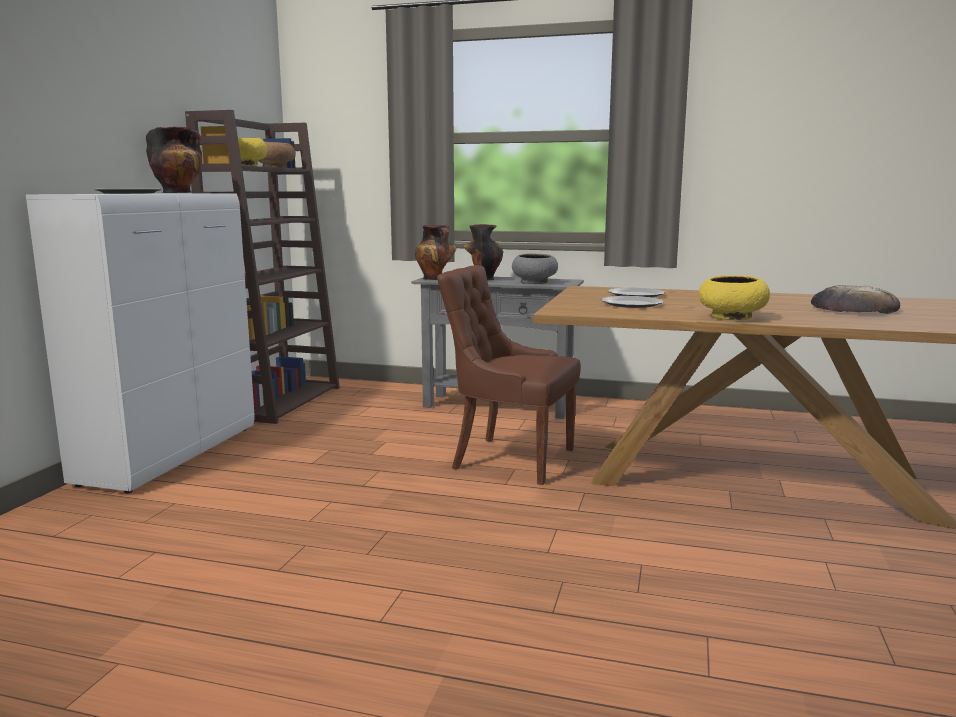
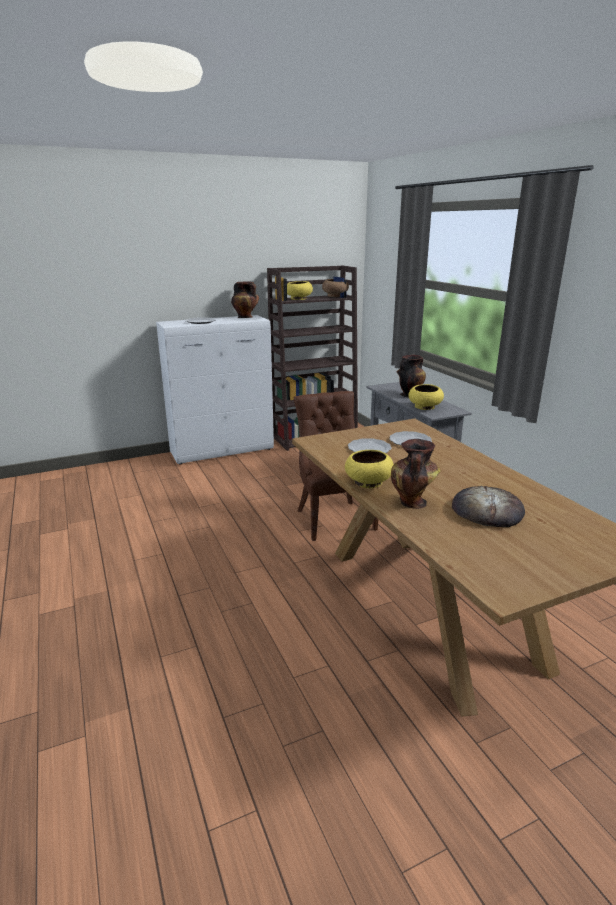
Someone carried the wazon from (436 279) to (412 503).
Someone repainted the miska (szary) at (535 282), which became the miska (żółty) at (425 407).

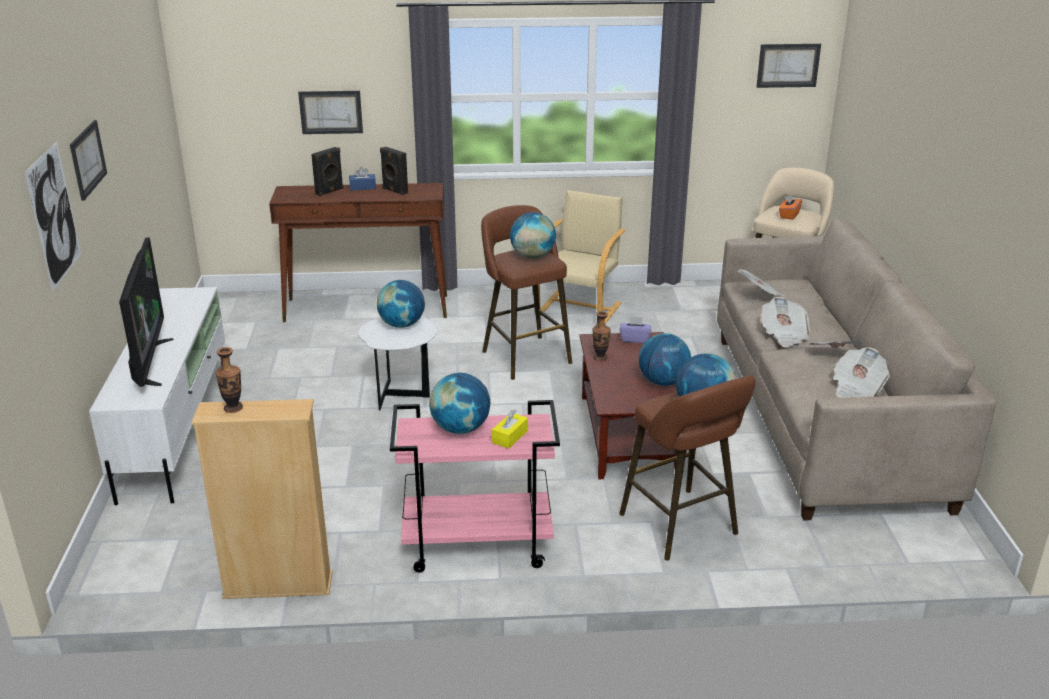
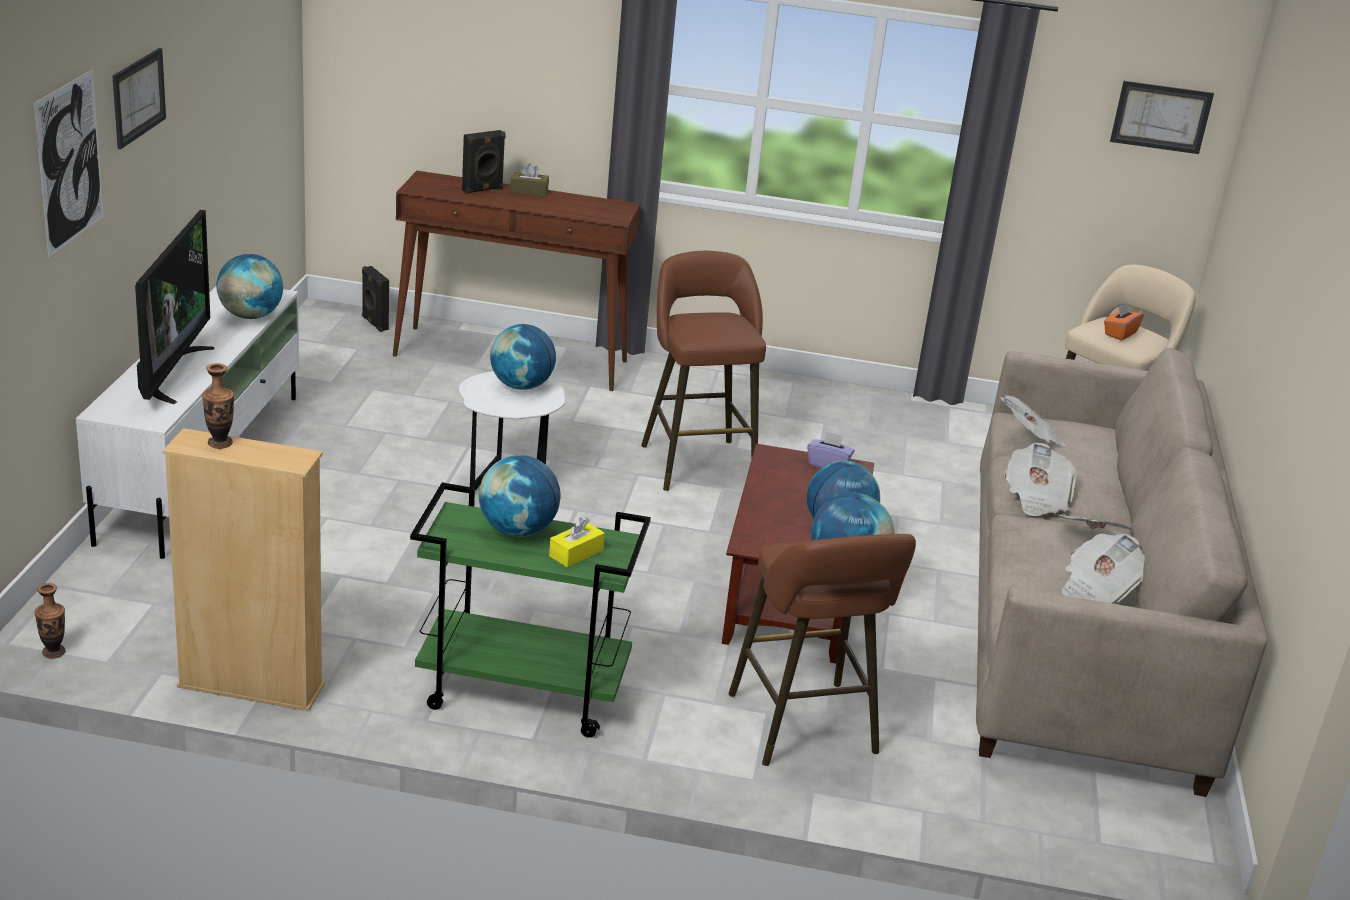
Someone took away the obraz at (331 112).
Someone carried the głośnik (czarny) from (394 191) to (374 323).
Someone repainted the pudełko chusteczek (niebieski) at (362 187), which became the pudełko chusteczek (brązowy) at (529 191).
Someone took away the fotel (beżowy) at (579 308).
Someone carried the globus from (532 256) to (250 316).
Someone carried the wazon from (600 358) to (54 652).
Someone repainted the wózek (różowy) at (476 546), which became the wózek (zielony) at (520 693).

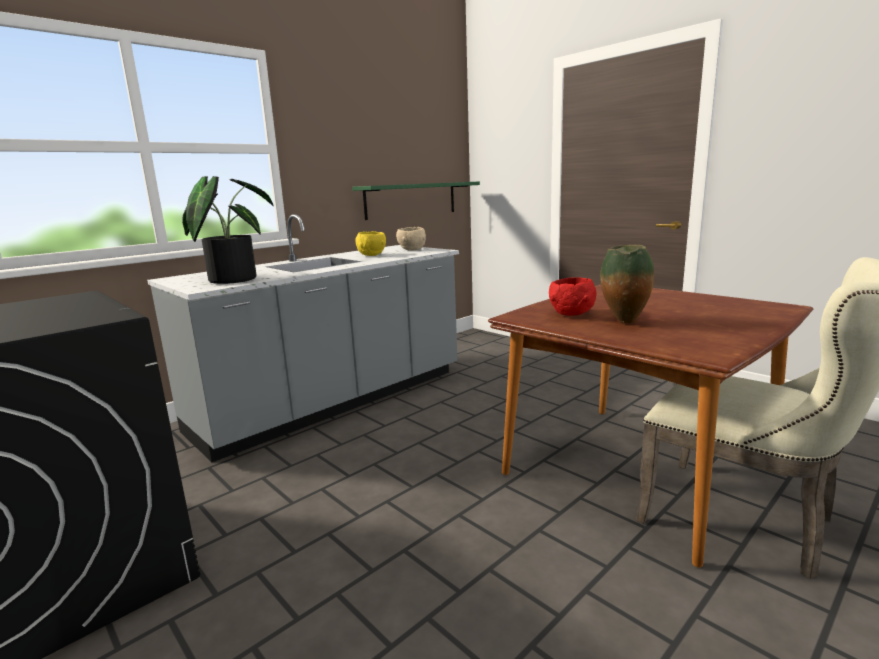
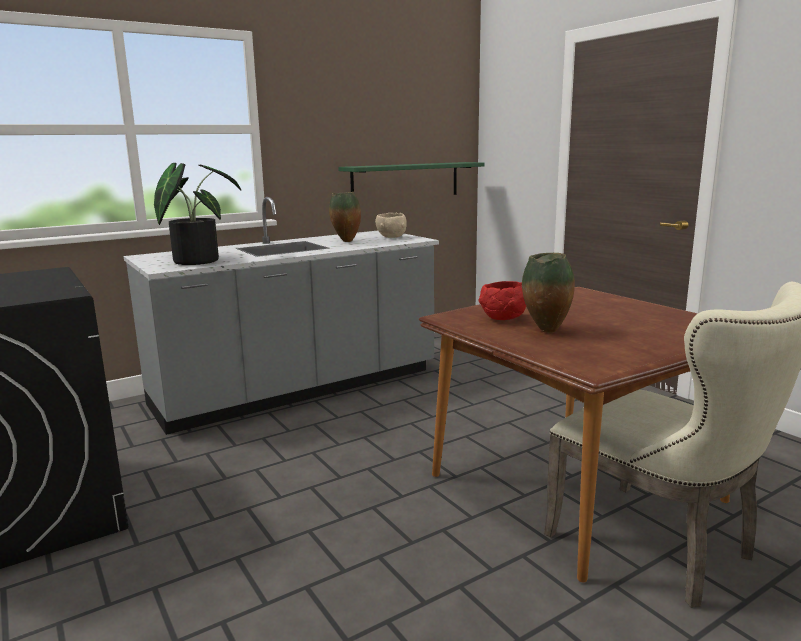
Someone swapped the miska (żółty) at (371 255) for the wazon at (345 241).

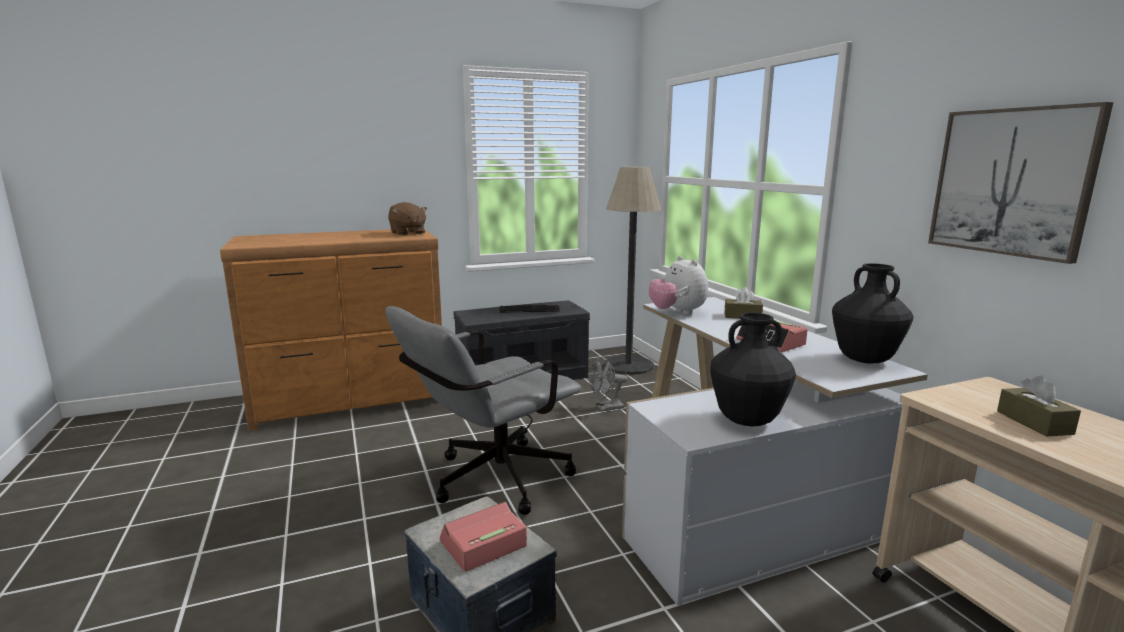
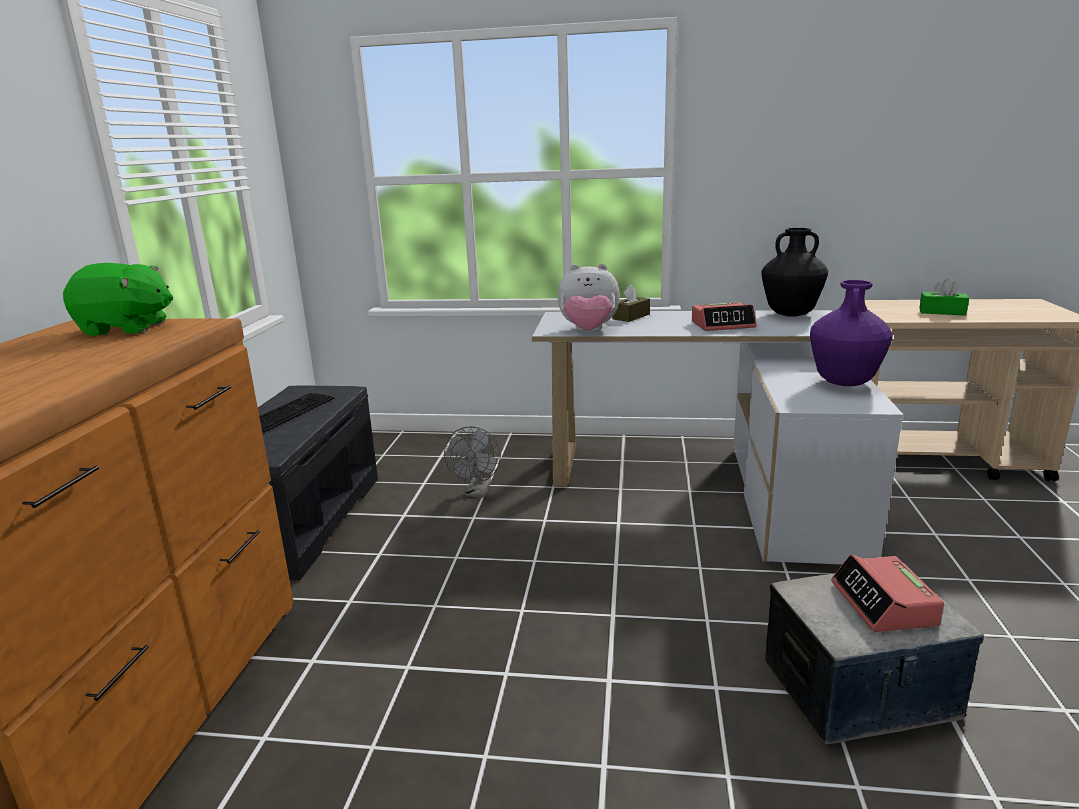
Someone took away the obraz at (1011 182).
Someone took away the lampa stojąca at (628 365).
Someone repainted the pluszak (brązowy) at (407 233), which became the pluszak (zielony) at (126 329).
Someone took away the krzesło biurowe (szary) at (490 481).
Someone repainted the wazon (czarny) at (746 421), which became the wazon (fioletowy) at (844 383).
Someone repainted the pudełko chusteczek (brązowy) at (1034 422), which became the pudełko chusteczek (zielony) at (942 312).

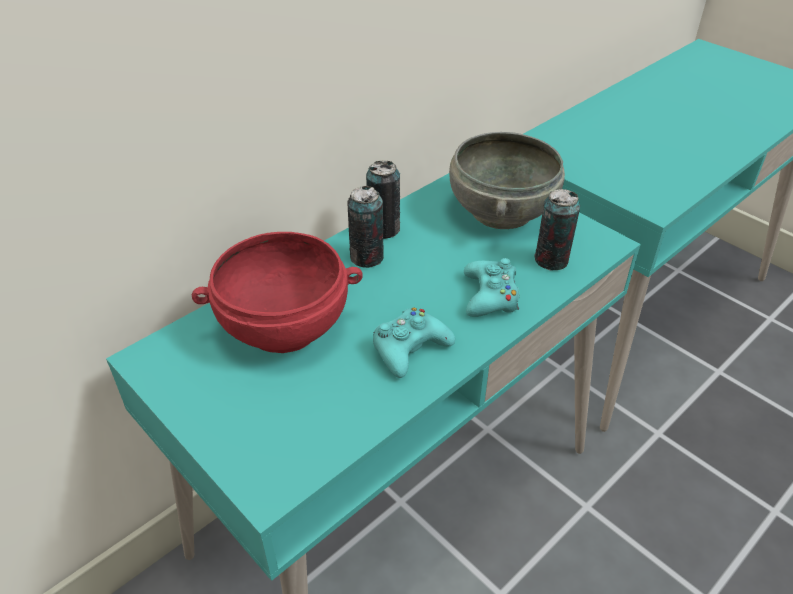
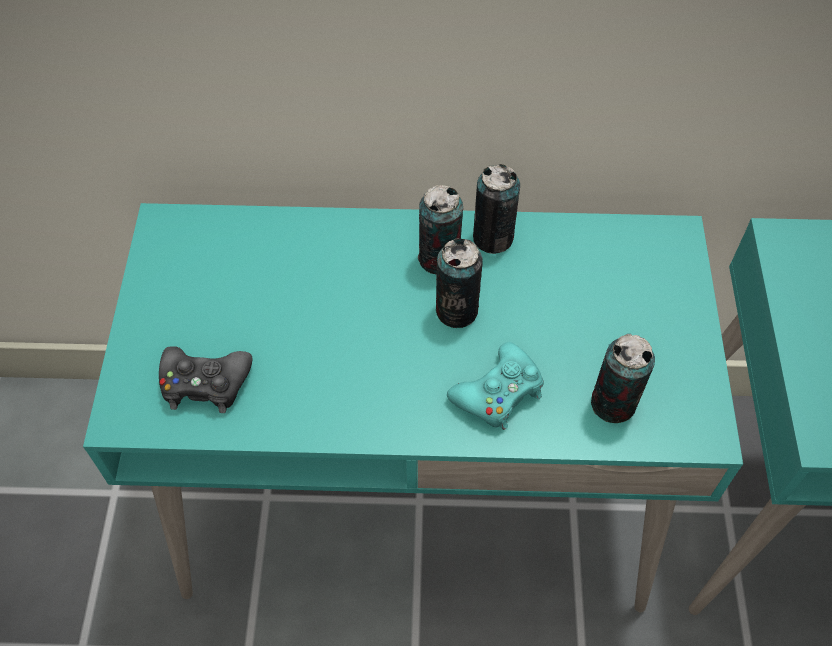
Someone took away the miska (szary) at (500 211).
Someone took away the miska (czerwony) at (284 328).
Someone took away the pad do gier (turkusowy) at (409 348).
Someone put down the puszka at (456 310).
Someone put down the pad do gier (czarny) at (205 383).

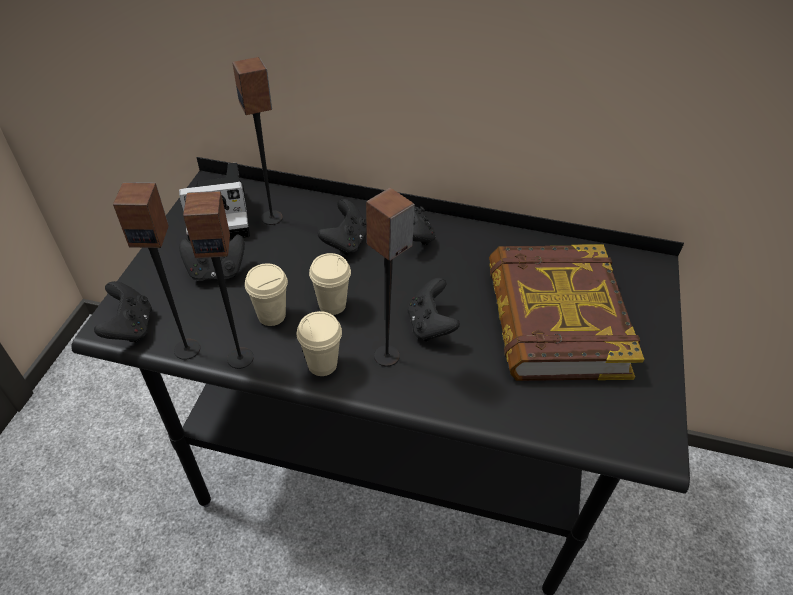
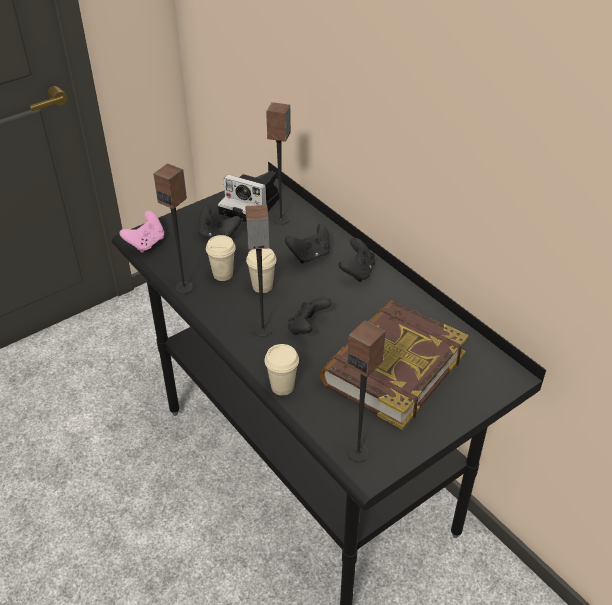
Someone carried the głośnik from (187 349) to (358 453).
Someone repainted the pad do gier (czarny) at (130 327), which became the pad do gier (różowy) at (146 243).
Someone carried the filiżanka (beżowy) from (322 364) to (282 387).

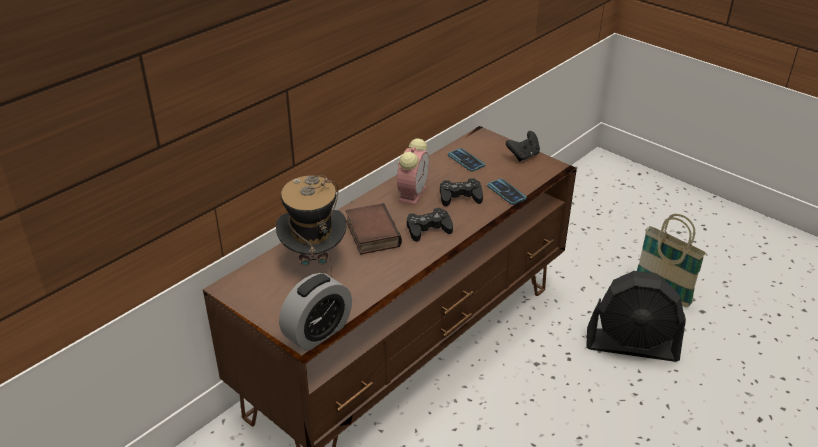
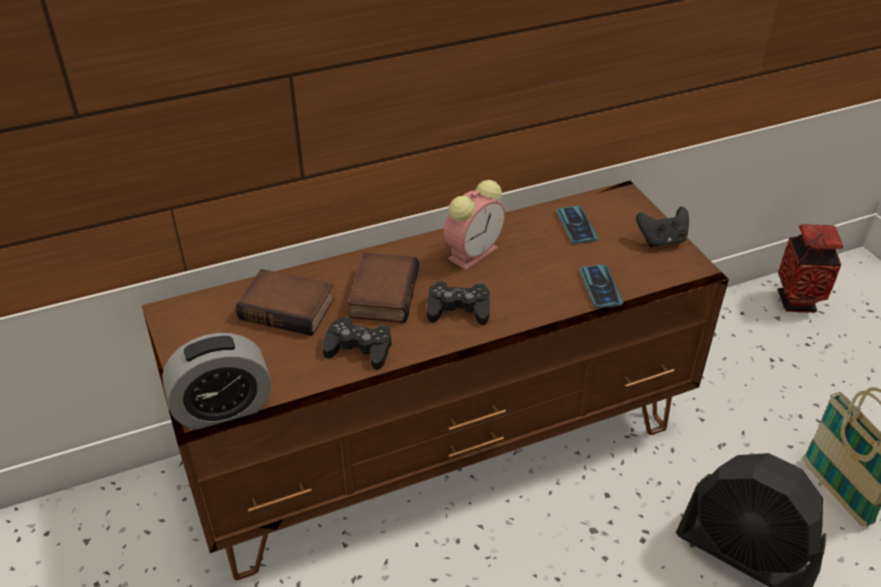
Someone swapped the kapelusz at (314 260) for the książka at (289 308).
Someone carried the pad do gier (czarny) from (460 197) to (359 349).
Someone put down the wazon at (797 302).

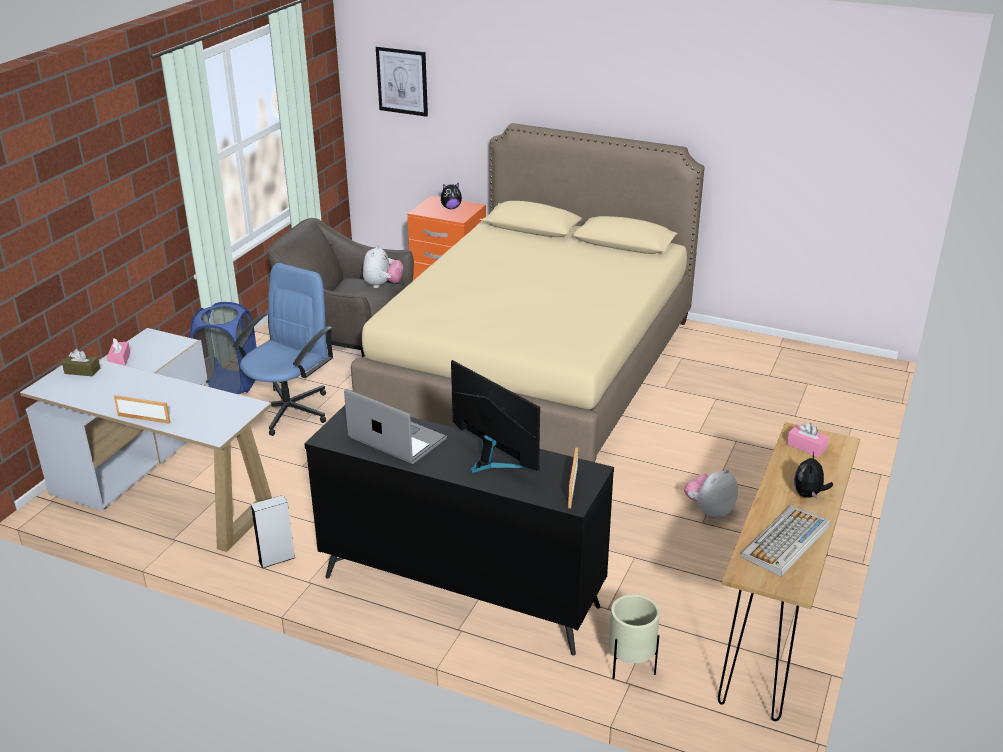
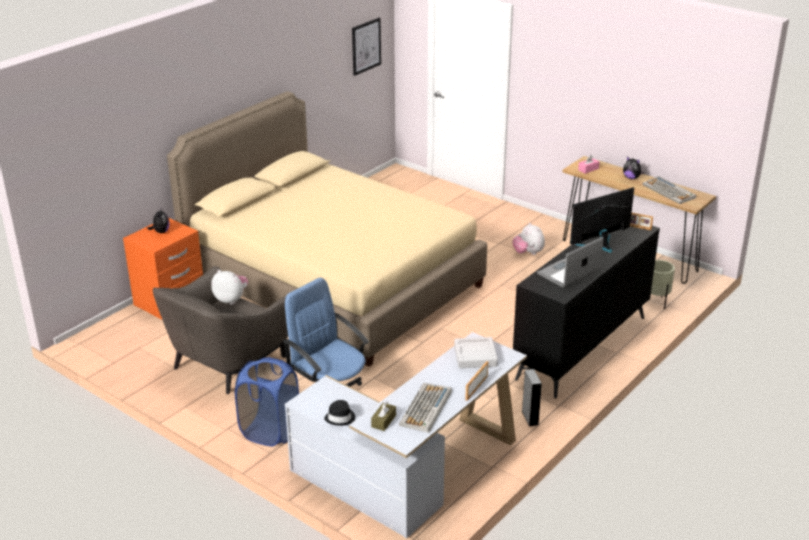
Someone carried the obraz from (402 81) to (366 46).
Someone swapped the pudełko chusteczek (różowy) at (120 360) for the kapelusz (czarny) at (340 418).
Someone put down the taca (szary) at (475 356).
Someone put down the klawiatura at (426 408).

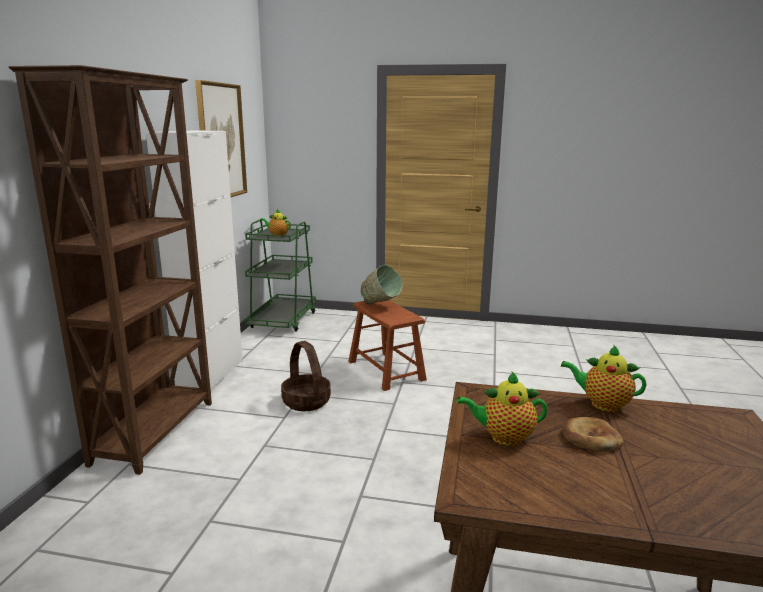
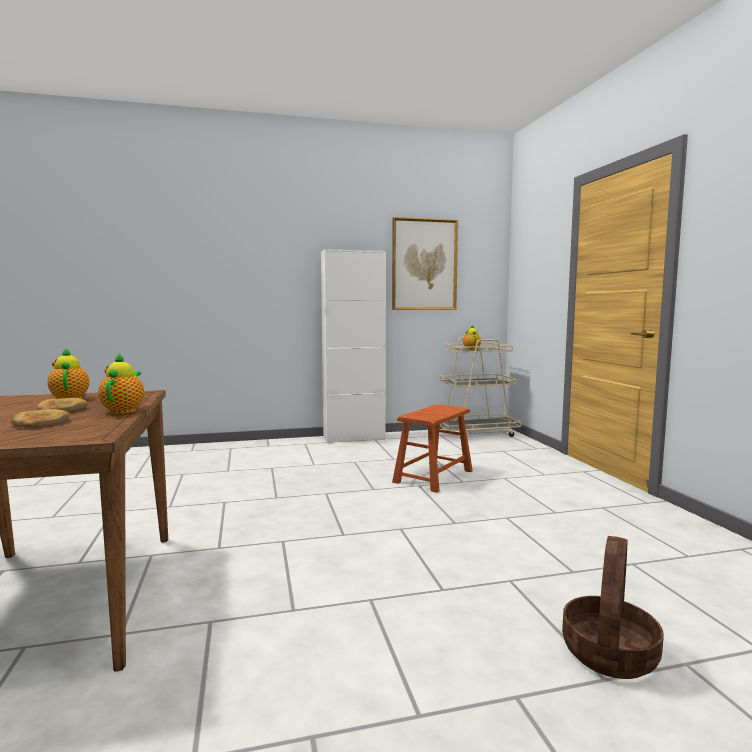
Someone took away the regał (brązowy) at (157 431).
Someone repainted the wózek (zielony) at (283 320), which became the wózek (beżowy) at (476 433).
Someone took away the miska (zielony) at (381 306).
Someone carried the koszyk from (307 401) to (610 653).
Someone put down the chleb at (41 423).

